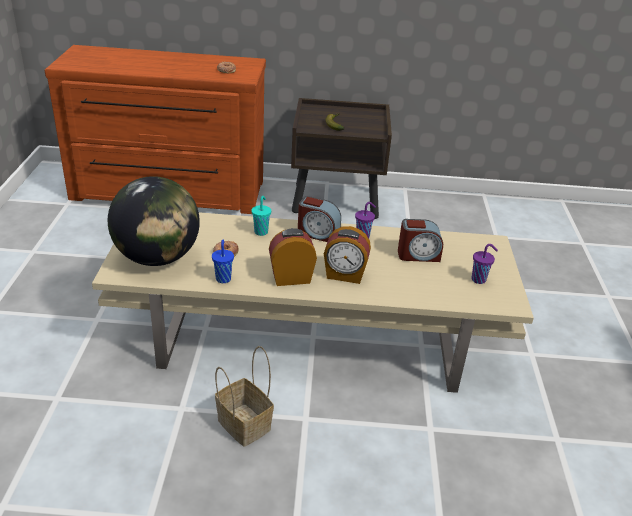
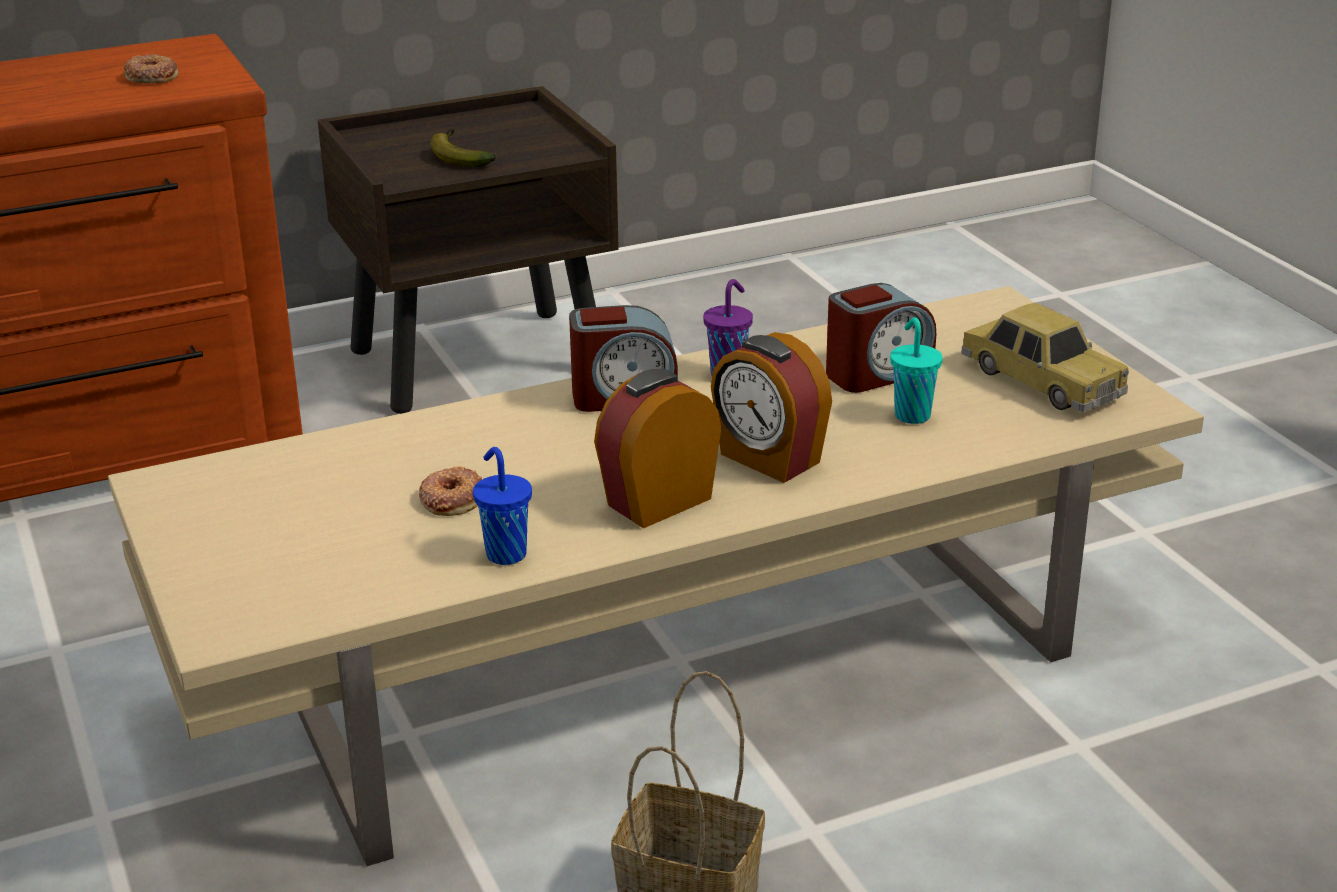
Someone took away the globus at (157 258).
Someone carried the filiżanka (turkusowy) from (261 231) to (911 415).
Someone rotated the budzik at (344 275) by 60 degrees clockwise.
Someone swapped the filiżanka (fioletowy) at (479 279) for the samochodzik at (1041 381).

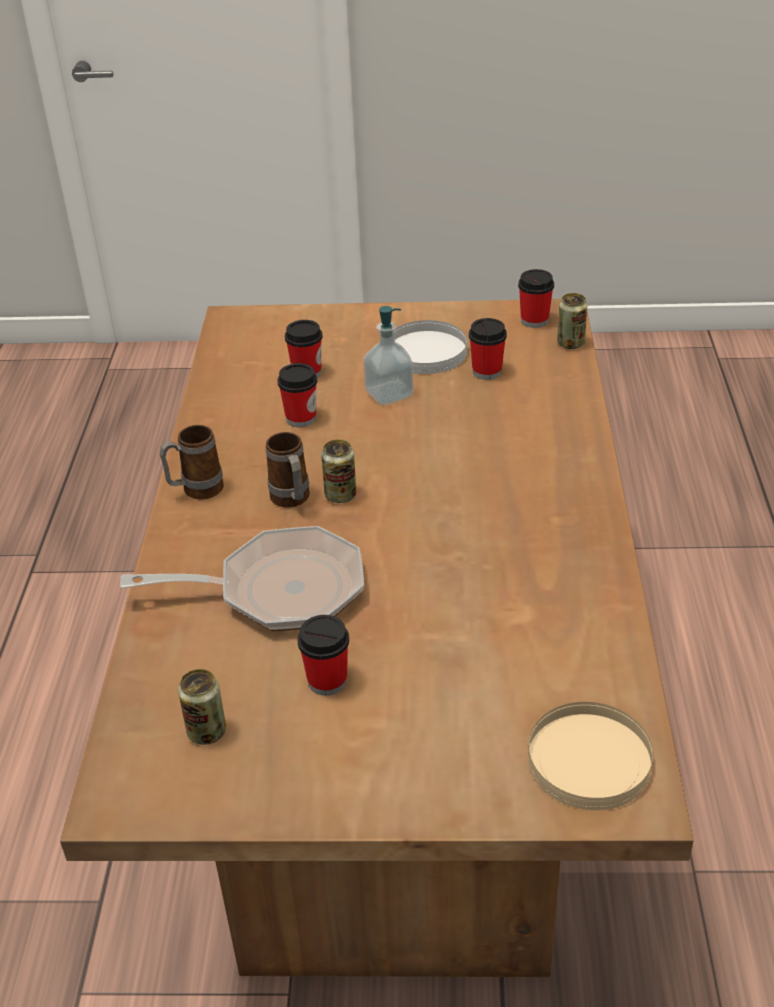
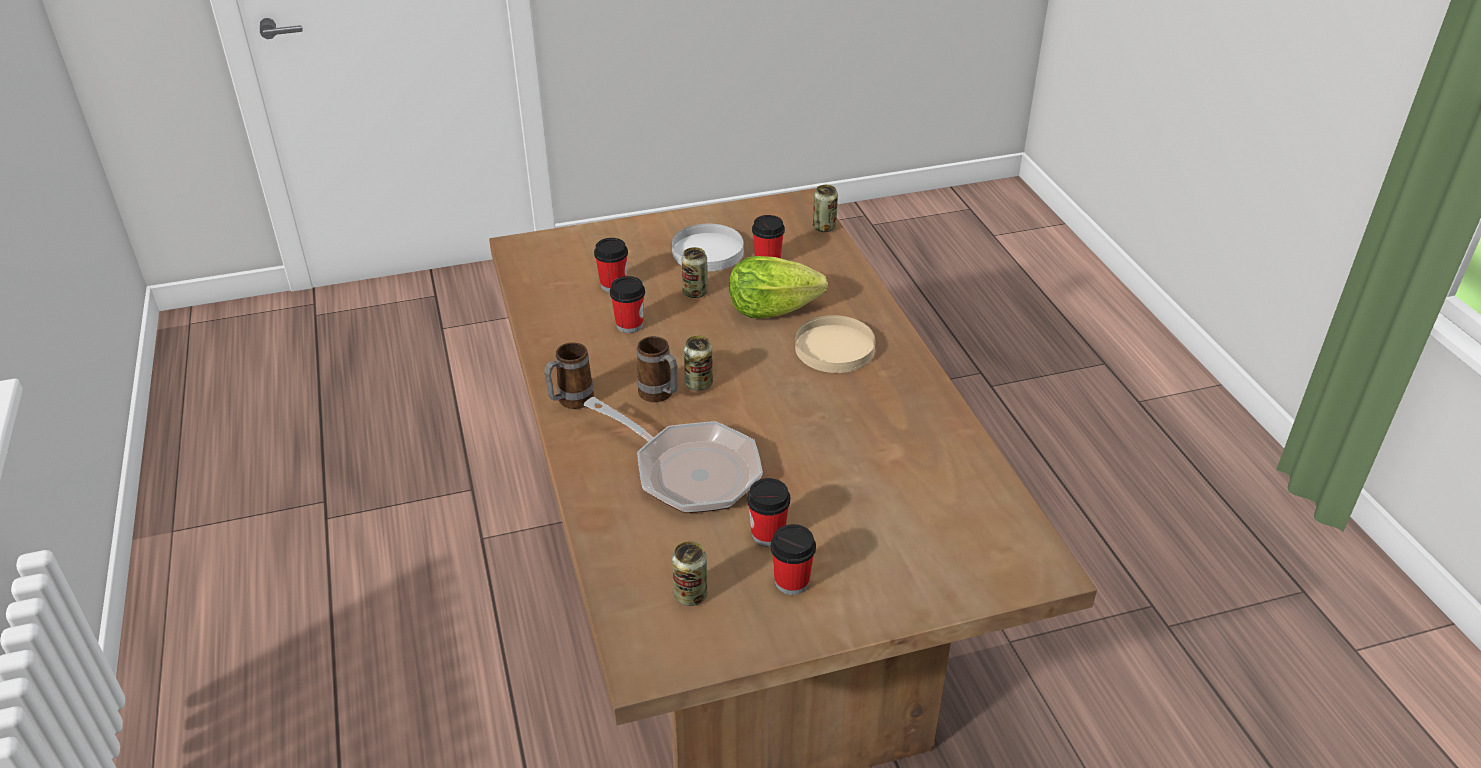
Someone carried the filiżanka from (534 321) to (791 582).
Someone swapped the dozownik mydła at (389 394) for the puszka at (695 292).
Someone rotated the patelnia at (279 590) by 60 degrees clockwise.
Someone carried the talerz (beżowy) from (589 759) to (835 348).
Someone put down the sałata at (771 309).

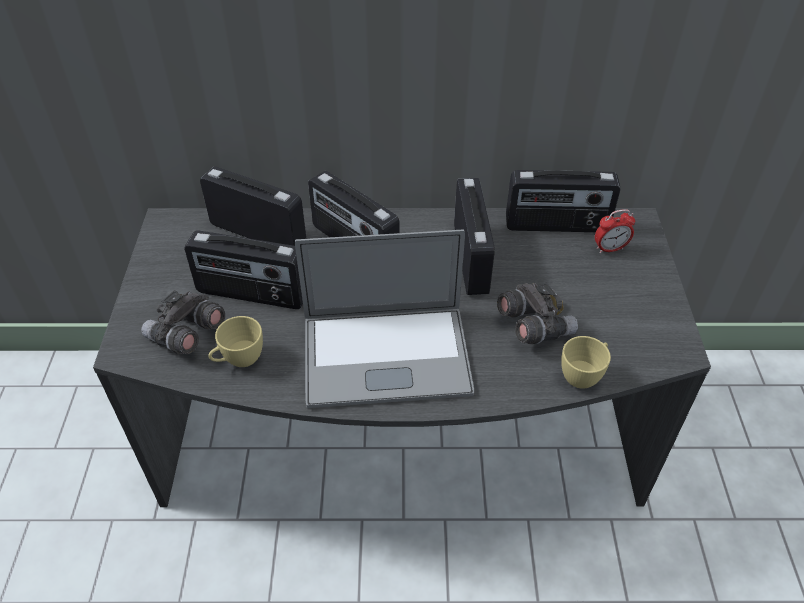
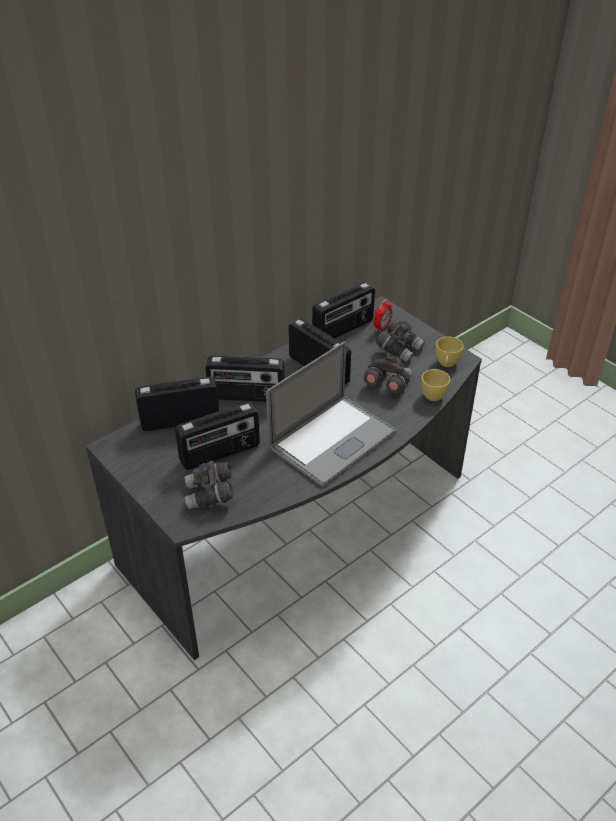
Someone carried the filiżanka (żółty) from (239 360) to (446 364).
Someone put down the lornetka (szary) at (399 349).

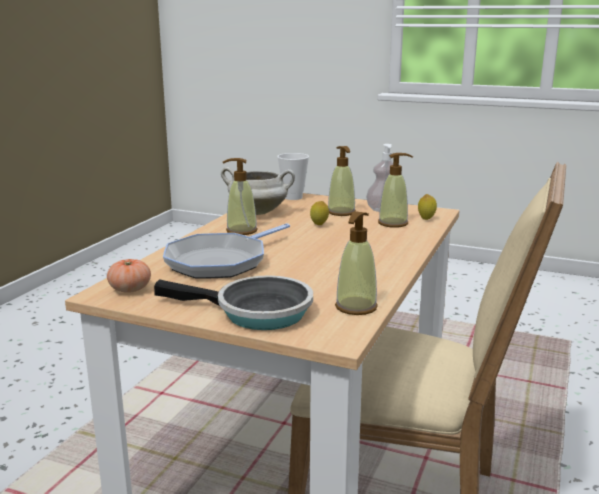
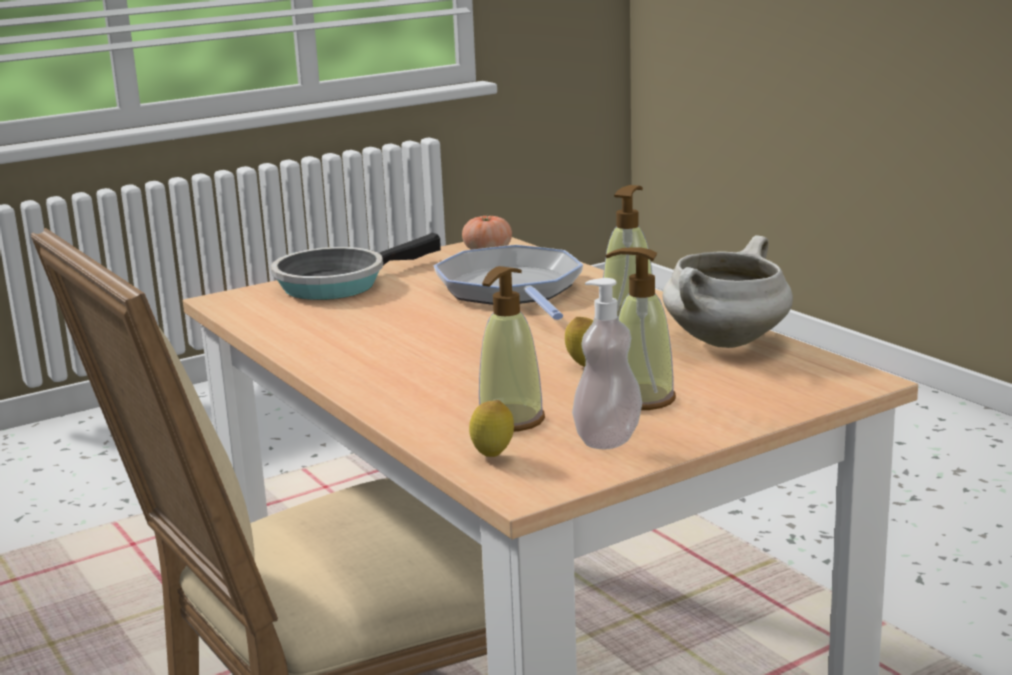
Someone took away the filiżanka at (293 197).
Someone took away the dozownik mydła at (356 307).

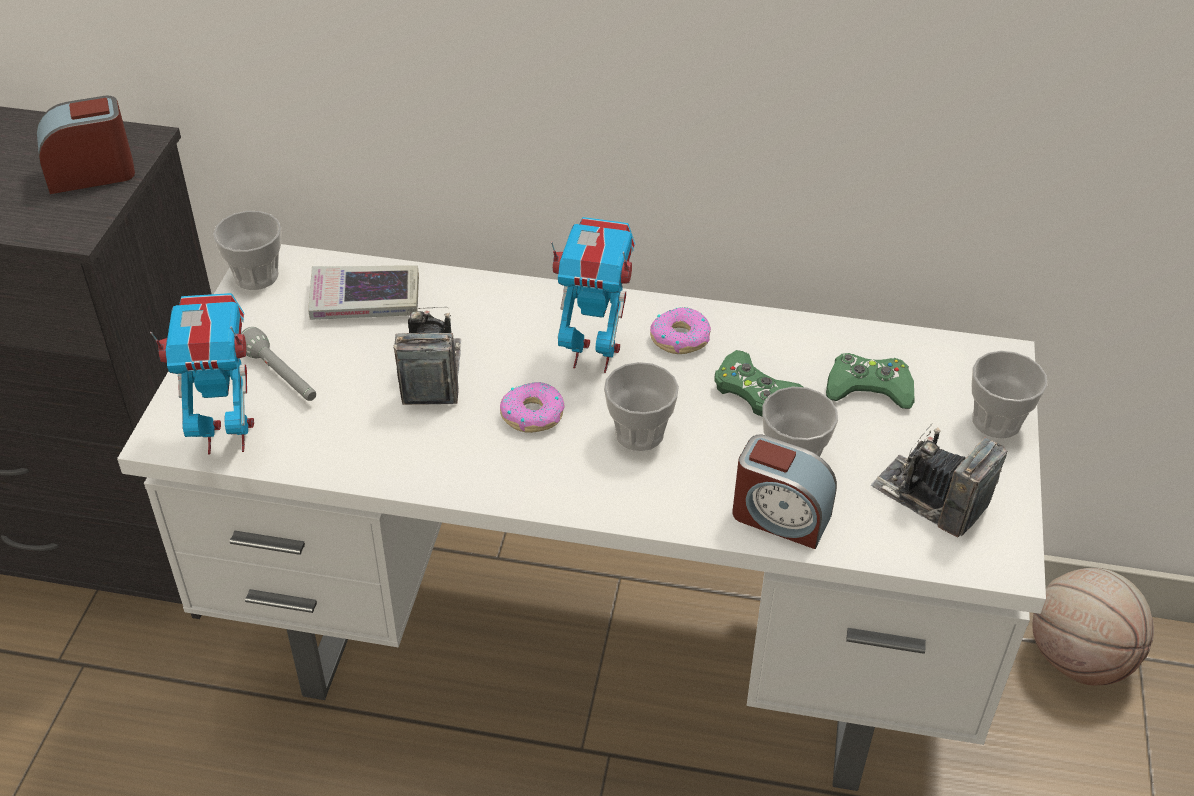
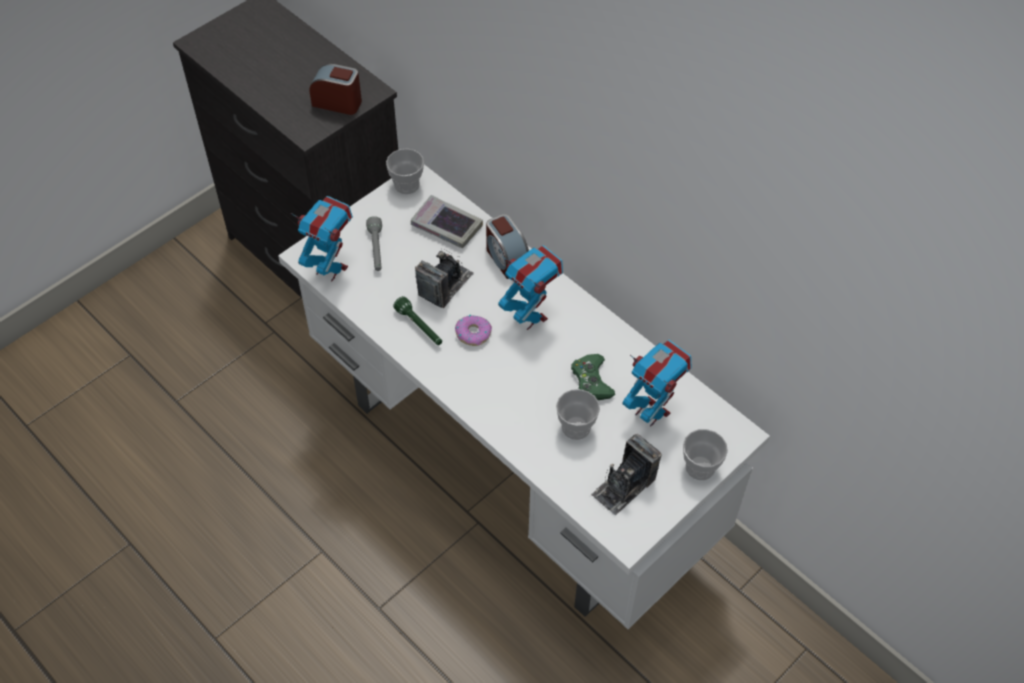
Someone took away the donut at (680 338).
Someone swapped the pad do gier (zielony) at (869 388) for the robot zabawkowy at (651 412).
Someone took away the filiżanka at (639 433).
Someone rotated the aparat fotograficzny at (930 497) by 120 degrees counterclockwise.
Someone carried the budzik from (780 517) to (506 258).
Someone took away the piłka do koszykówki at (1078 658).
Someone put down the latarka (zielony) at (419 327).

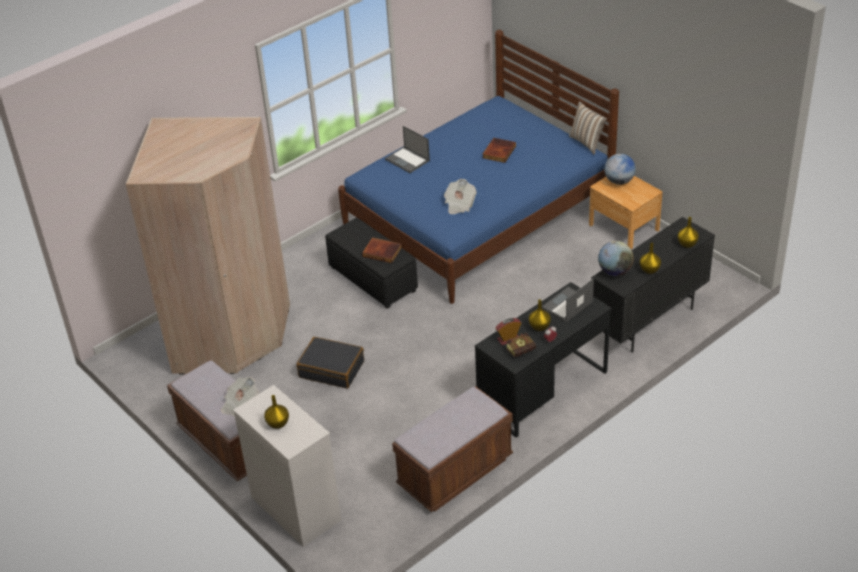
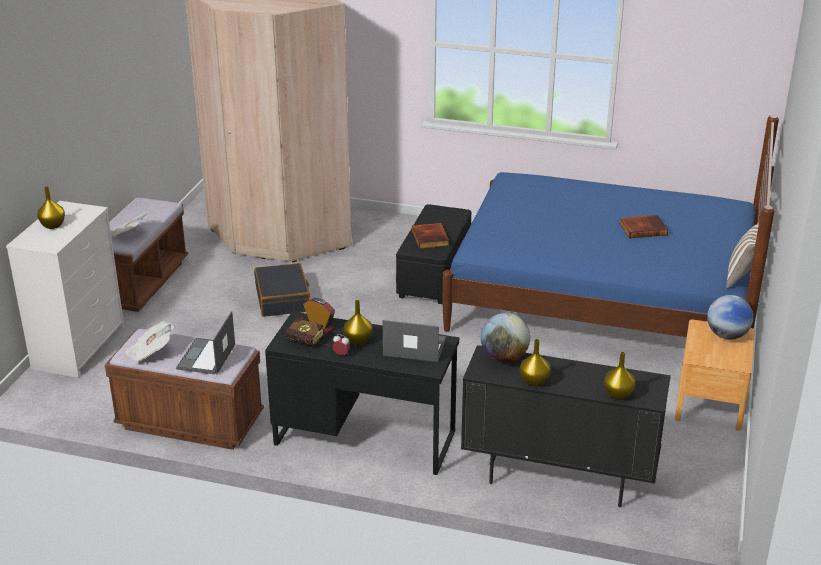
Someone carried the laptop from (408 160) to (206 357).
Someone carried the gazeta from (459 204) to (150 353).

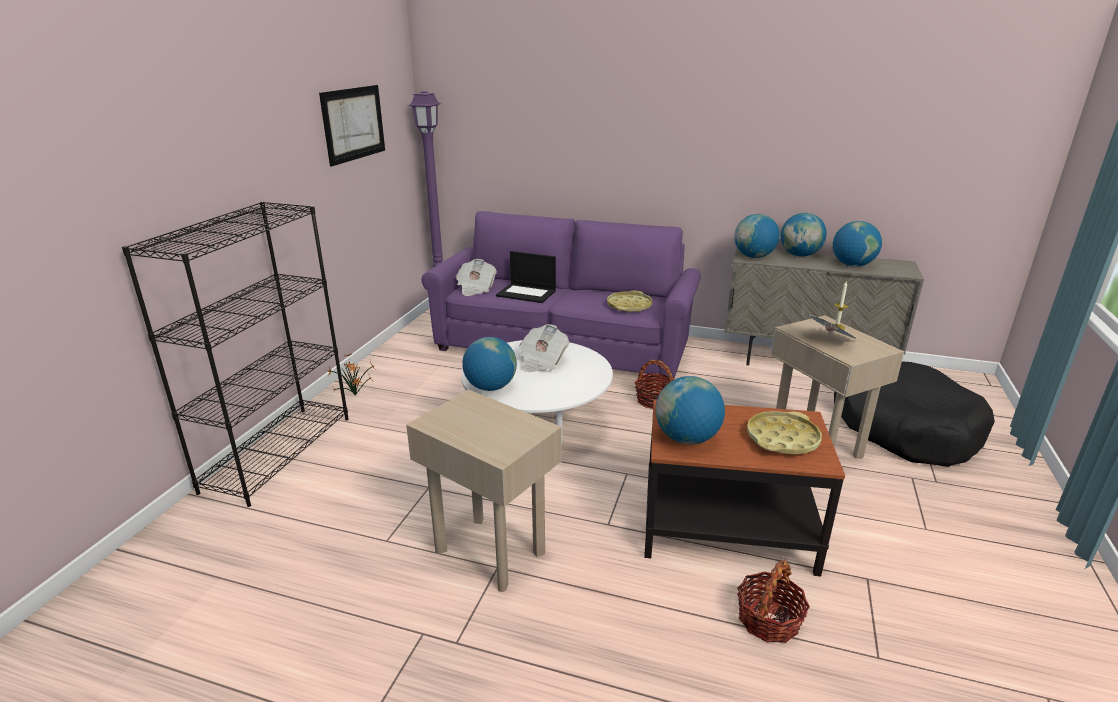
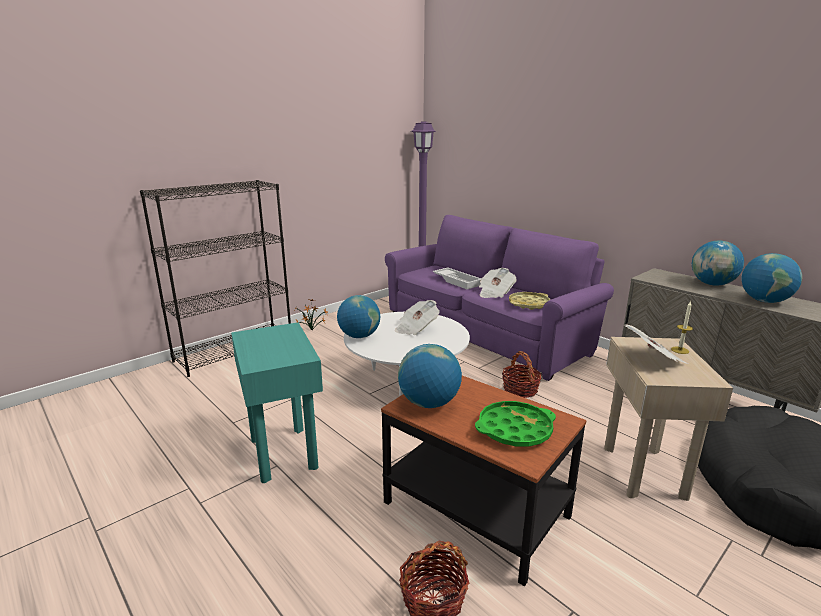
Someone took away the obraz at (354 123).
Someone took away the globus at (754 257).
Someone swapped the laptop at (527 293) for the taca (biały) at (457 281).
Someone carried the gazeta from (475 288) to (495 293).
Someone repainted the stolik (beżowy) at (490 550), which became the stolik (turkusowy) at (284 453).
Someone repainted the taca (żółty) at (782 439), which became the taca (zielony) at (514 429).

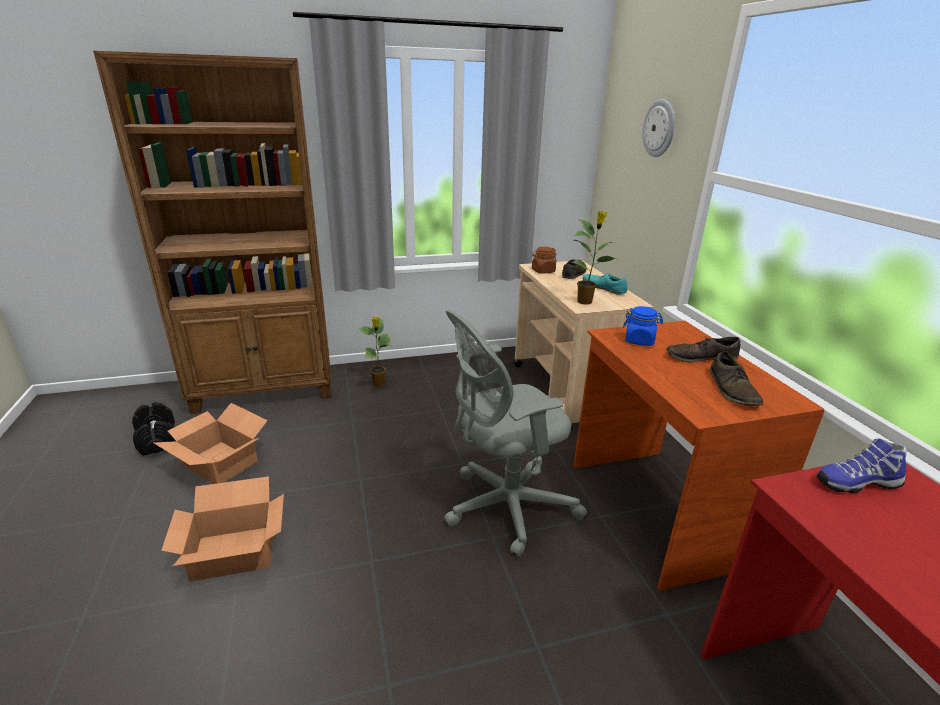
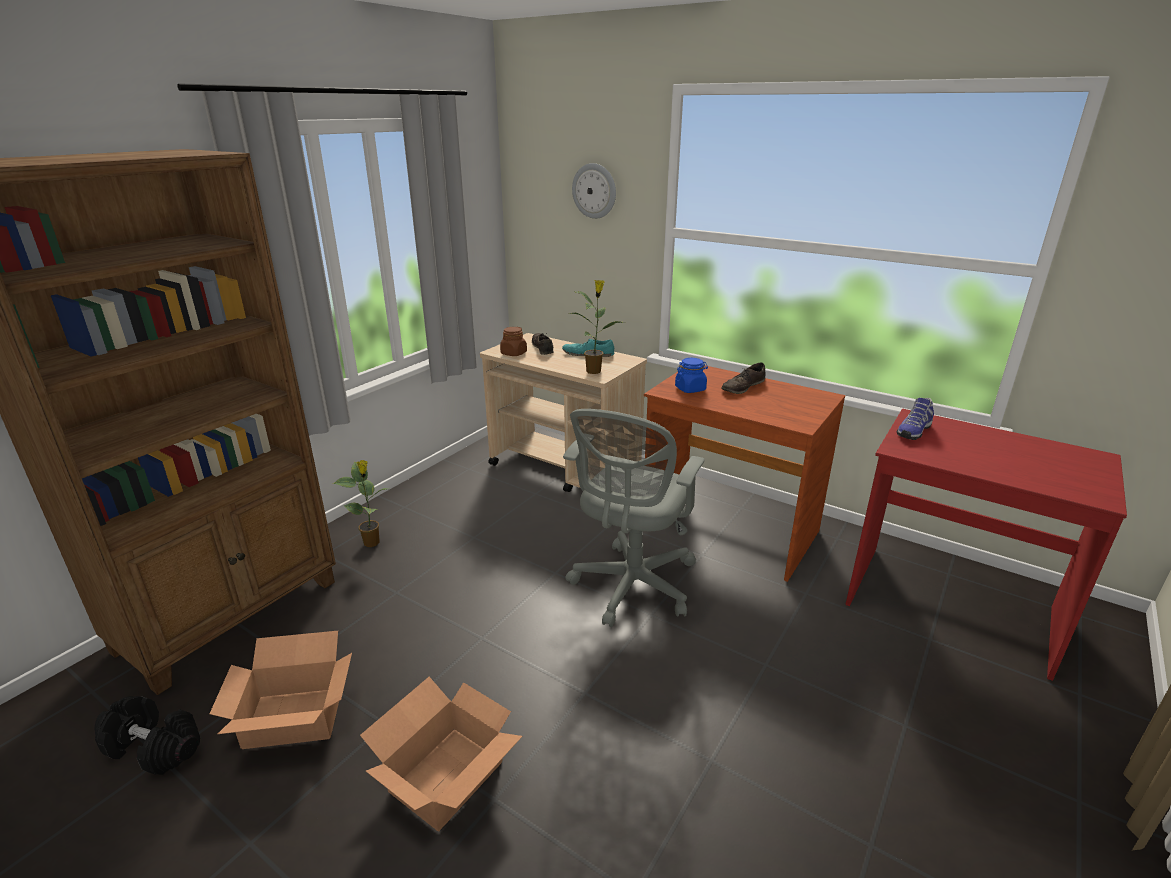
Someone took away the but (brązowy) at (732 390).

